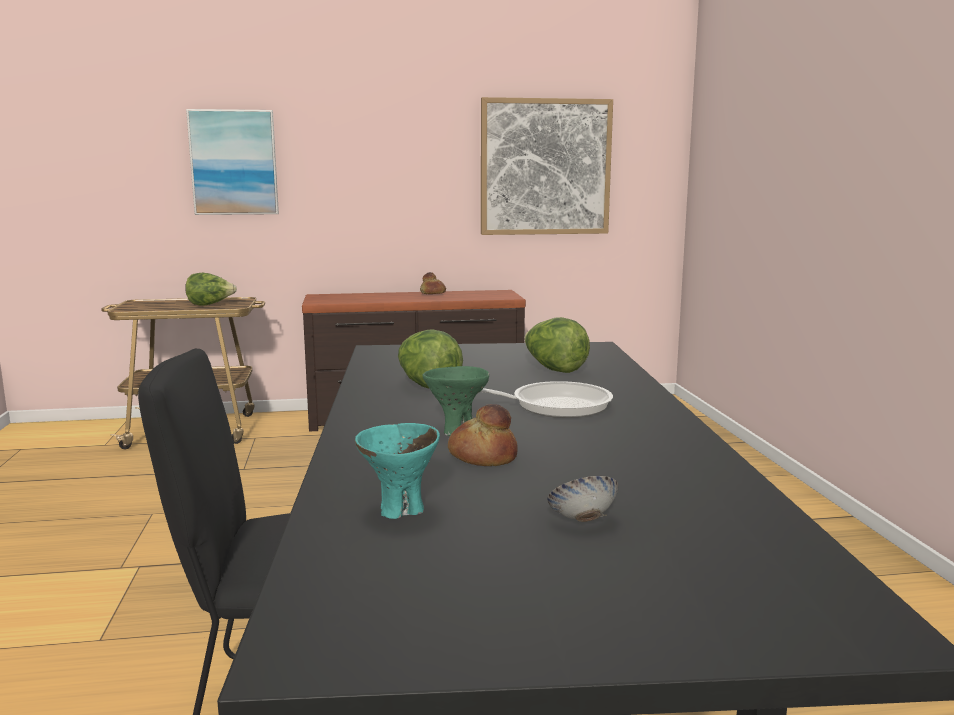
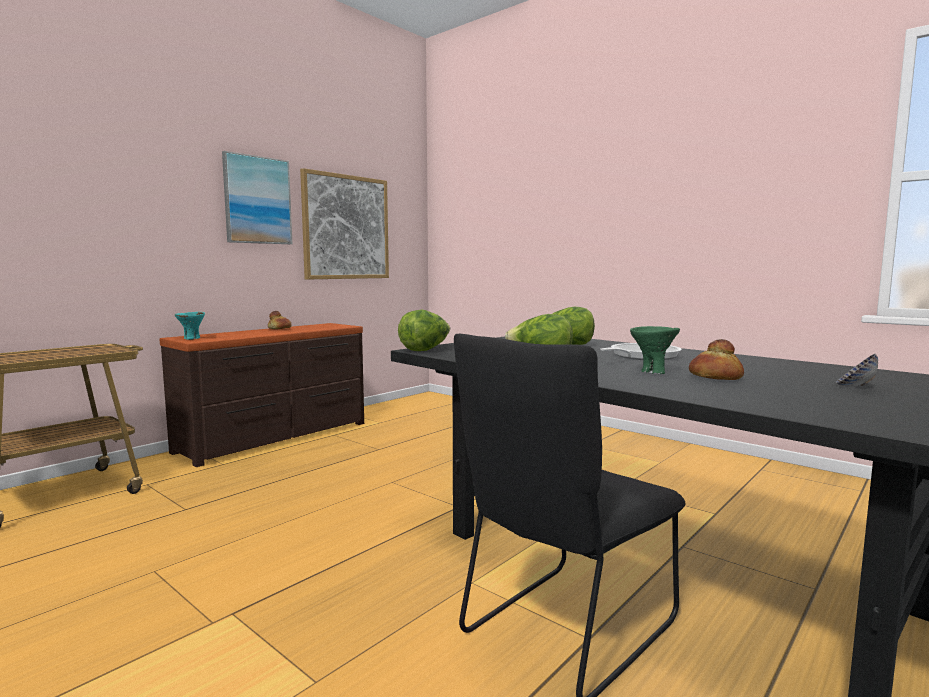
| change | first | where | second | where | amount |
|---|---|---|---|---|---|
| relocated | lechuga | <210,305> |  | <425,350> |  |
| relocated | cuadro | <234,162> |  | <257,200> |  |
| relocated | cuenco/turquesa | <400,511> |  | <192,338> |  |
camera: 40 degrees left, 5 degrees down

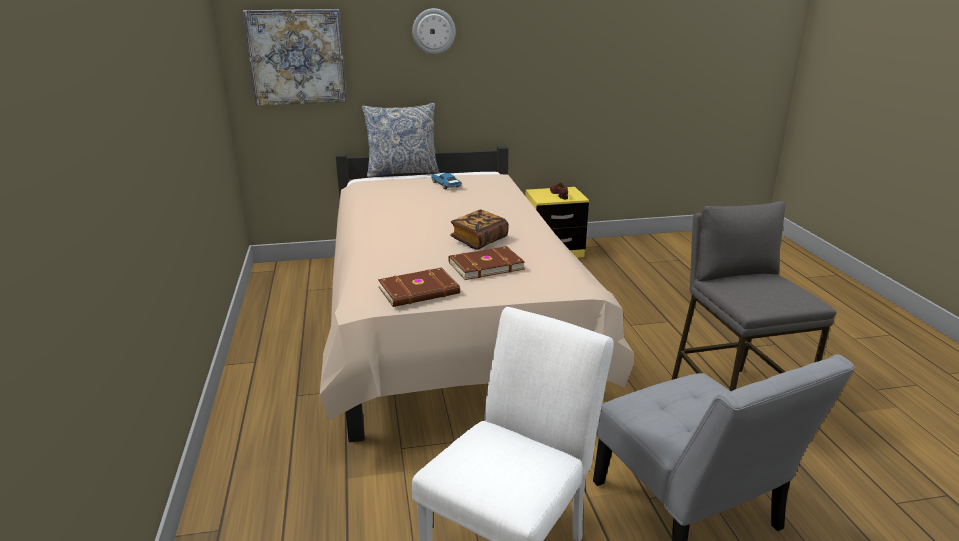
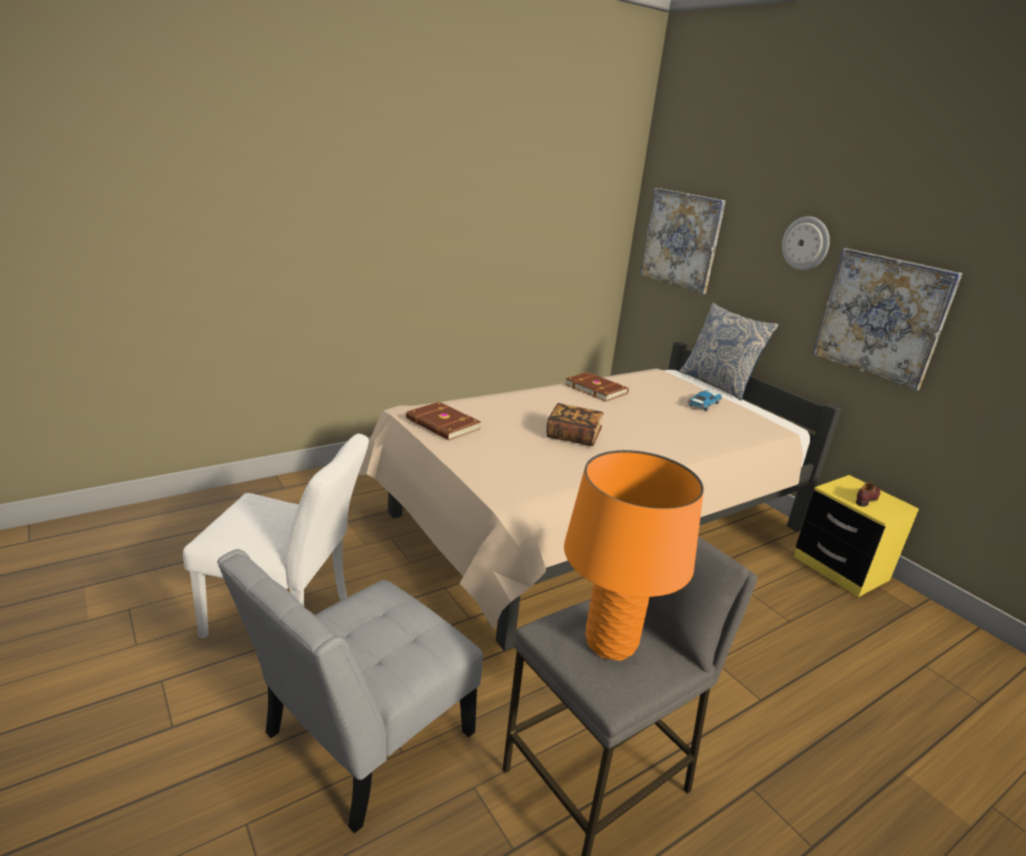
| change | first | where | second | where | amount |
|---|---|---|---|---|---|
| appeared |  |  | lámpara de mesa/naranja | <610,643> |  |
| appeared |  |  | cuadro | <882,317> |  |
| relocated | libro/marrón | <485,265> |  | <596,389> |  |
camera: 65 degrees right, 0 degrees up

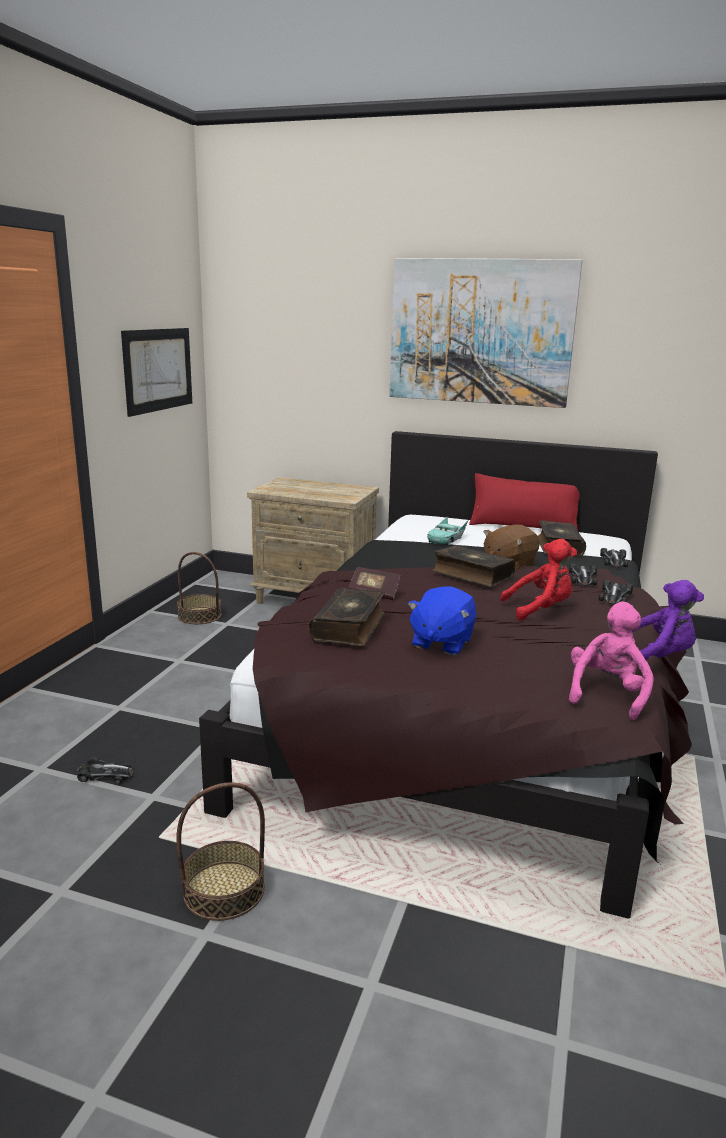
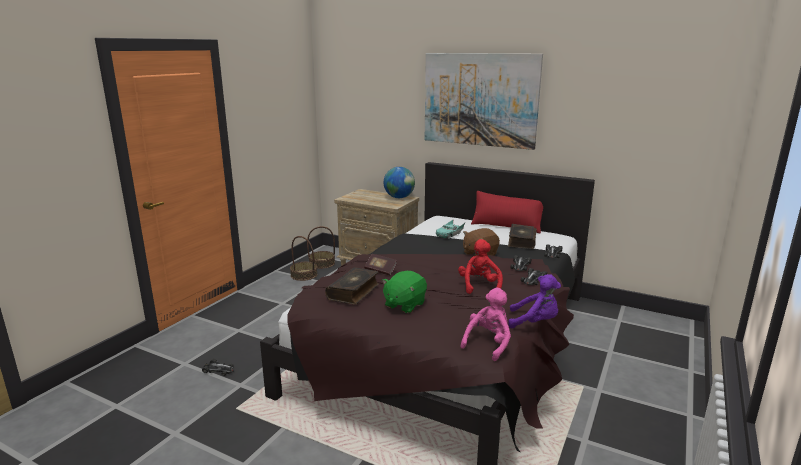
| change | first | where | second | where | amount |
|---|---|---|---|---|---|
| missing | cuadro | <158,370> |  |  |  |
| missing | libro | <471,575> |  |  |  |
| appeared |  |  | globo terráqueo | <399,197> |  |
| relocated | cesta | <224,890> |  | <322,263> |  |
| colour | peluche/azul | <441,642> | peluche/verde | <404,304> |  |
| spun | peluche/rojo | <540,609> |  | <479,286> | 90 degrees counterclockwise |
camera: 10 degrees right, 0 degrees up

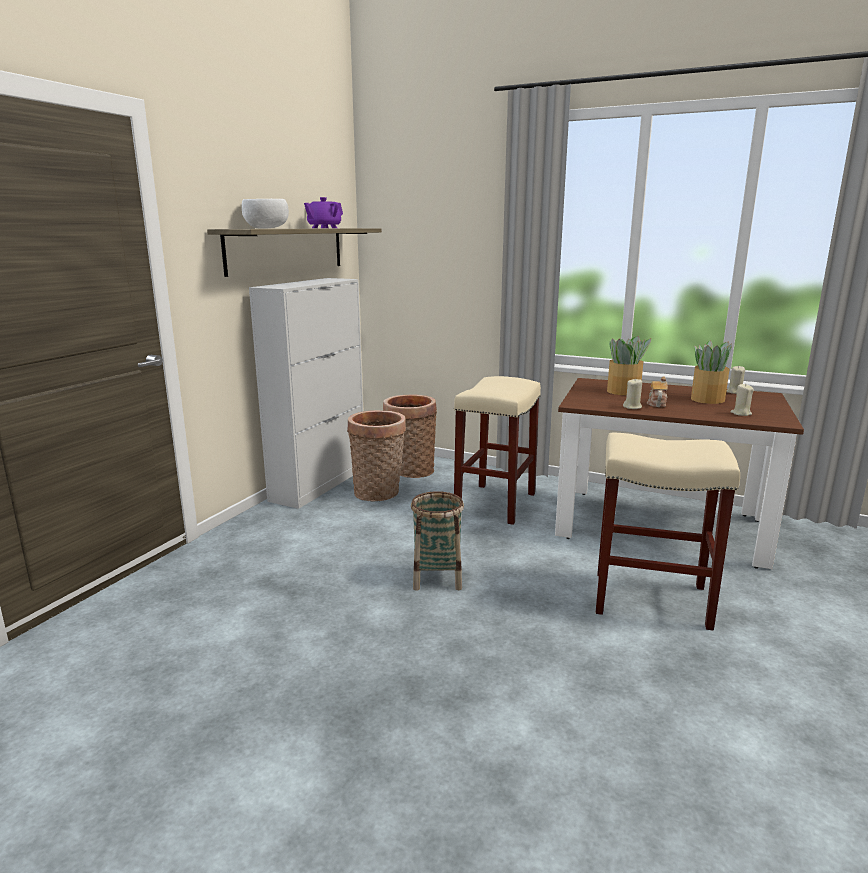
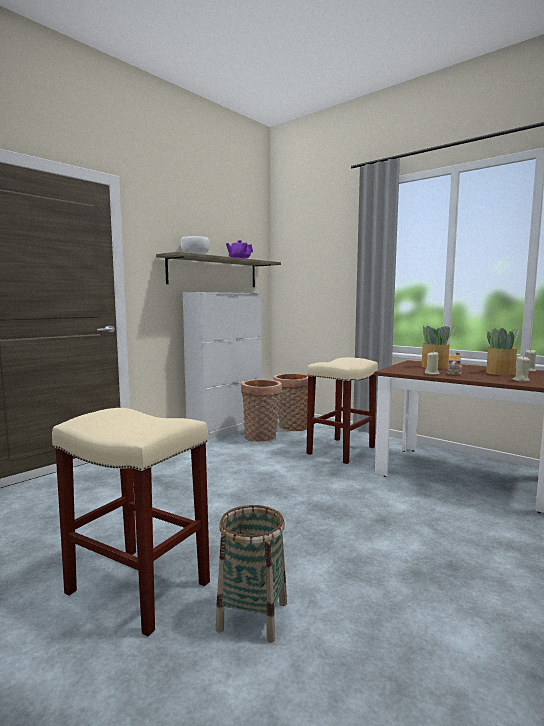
| change | first | where | second | where | amount |
|---|---|---|---|---|---|
| relocated | cesta | <437,578> |  | <253,616> |  |
| relocated | taburete/beis | <649,599> |  | <136,587> |  |
camera: 15 degrees right, 10 degrees down

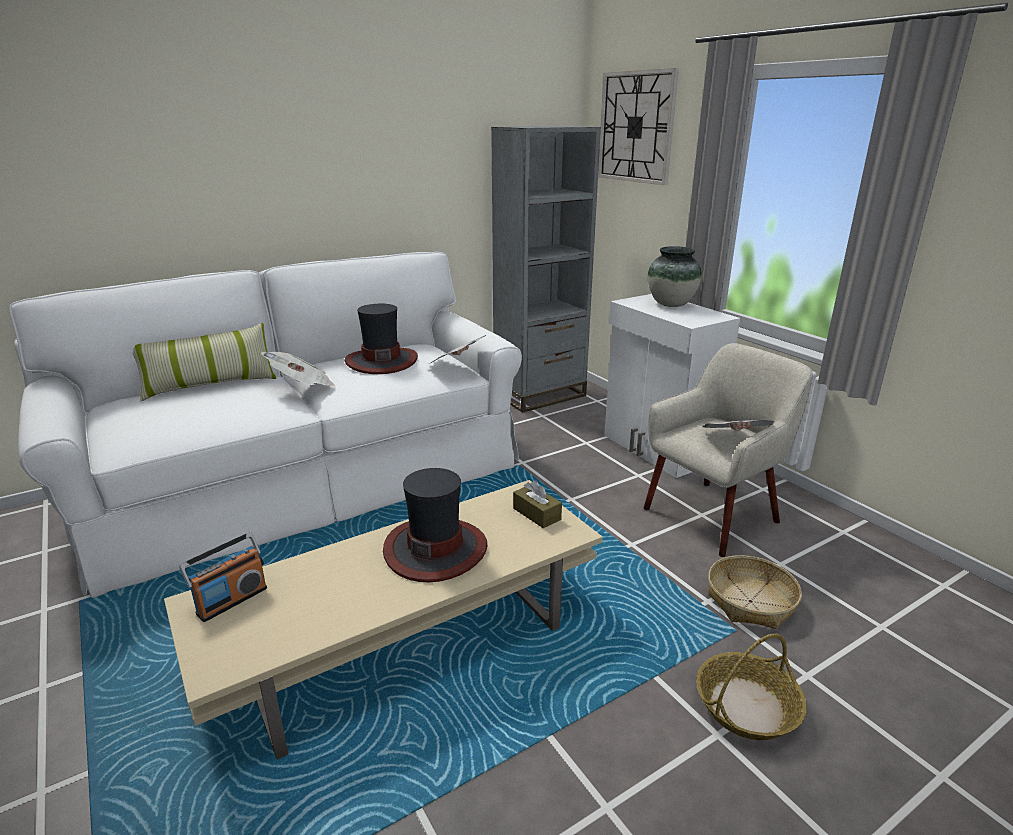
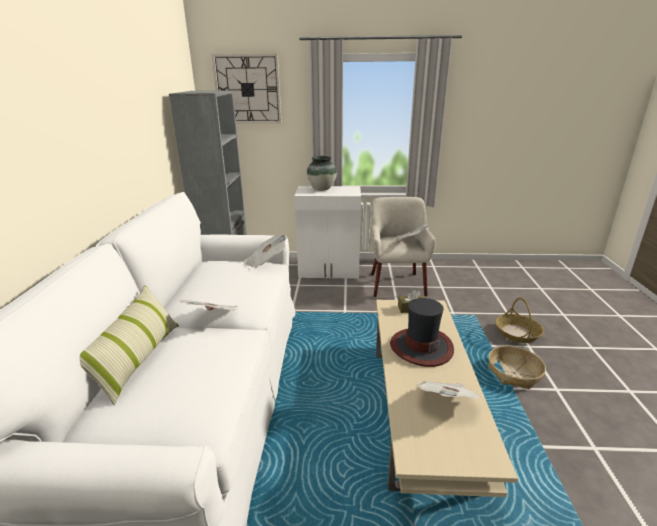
| change | first | where | second | where | amount |
|---|---|---|---|---|---|
| missing | radio | <232,600> |  |  |  |
| missing | sombrero | <381,361> |  |  |  |
| appeared |  |  | periódico | <447,402> |  |
| relocated | cesta | <749,601> |  | <513,373> |  |
camera: 55 degrees left, 0 degrees up

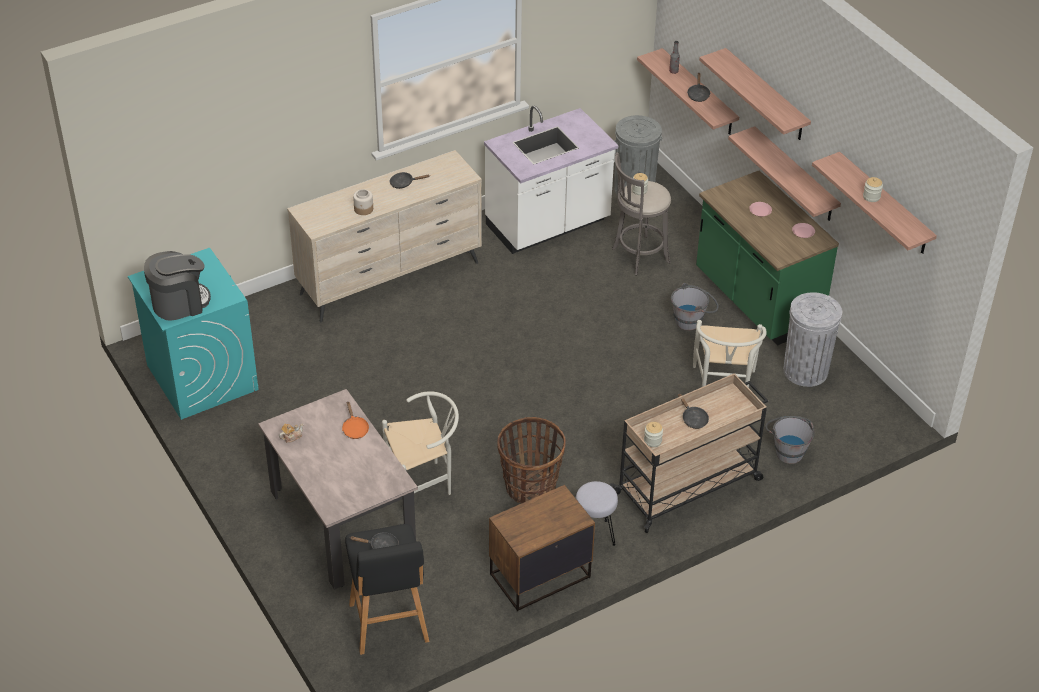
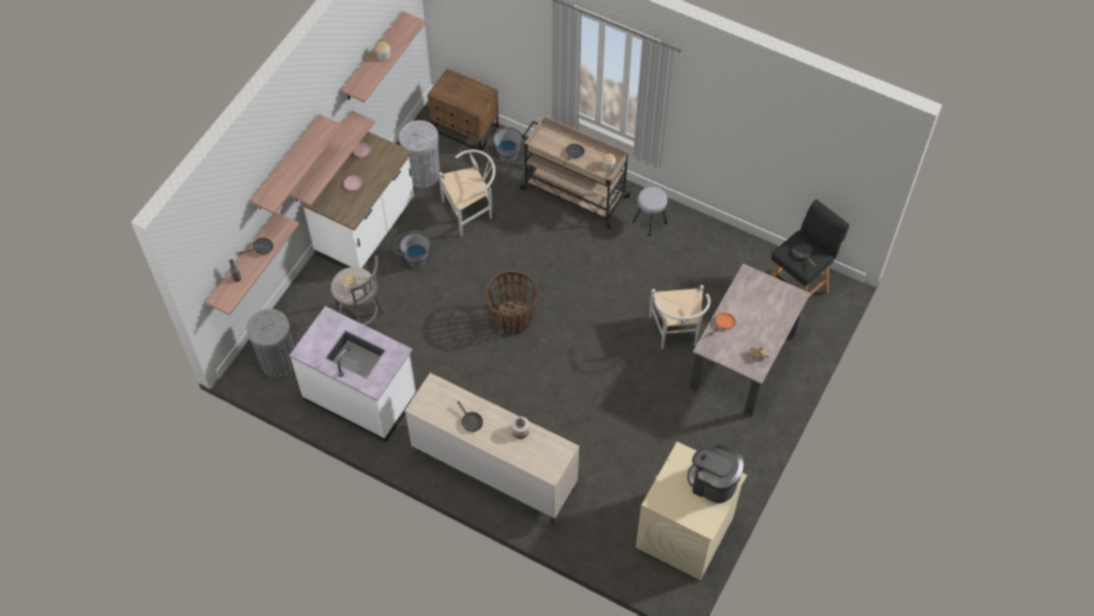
| change | first | where | second | where | amount |
|---|---|---|---|---|---|
| relocated | mesita de noche/marrón | <539,575> |  | <465,129> |  |
| relocated | cesta | <530,487> |  | <512,319> |  |
| colour | lavadora/turquesa | <201,377> | lavadora/beis | <684,533> |  |
| colour | mueble bajo de cocina/verde | <756,300> | mueble bajo de cocina/blanco | <367,228> |  |
| spun | silla/blanco | <424,482> |  | <676,334> | 135 degrees counterclockwise |
camera: 120 degrees left, 15 degrees up

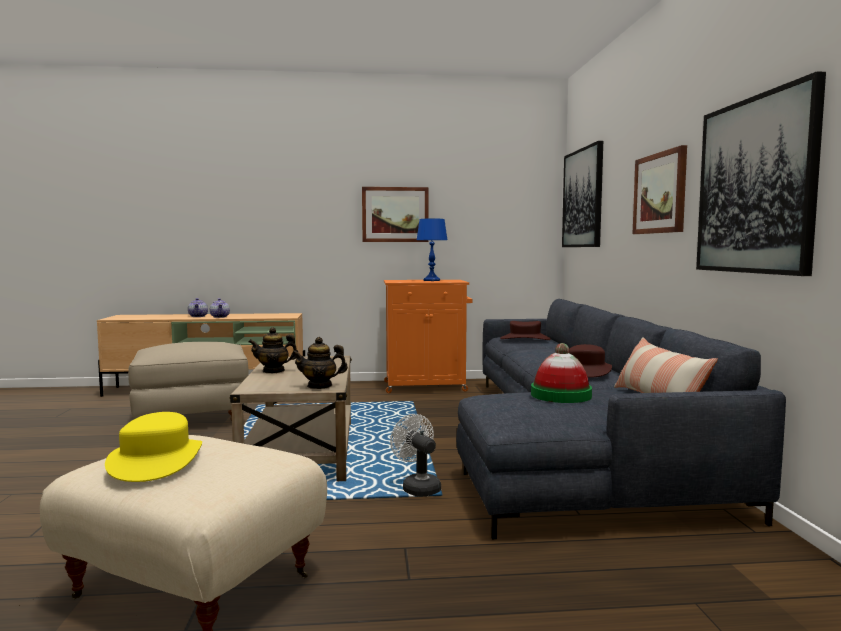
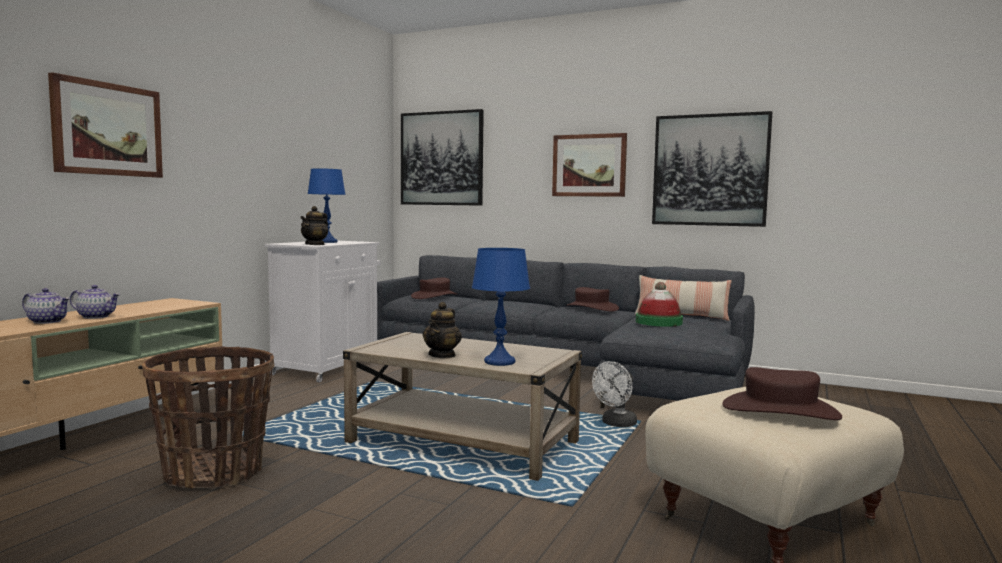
| change | first | where | second | where | amount |
|---|---|---|---|---|---|
| appeared |  |  | lámpara de mesa/azul | <500,362> |  |
| relocated | tetera | <320,386> |  | <315,244> |  |
| relocated | cuadro | <395,214> |  | <107,129> |  |
| exchanged | puf/beis | <193,417> | cesta | <214,473> |  |
| colour | sombrero/amarillo | <156,461> | sombrero/marrón | <780,410> |  |
| colour | armario/naranja | <426,386> | armario/blanco | <327,368> |  |
| spun | ventilador/blanco | <417,487> |  | <616,424> | 45 degrees counterclockwise |
camera: 60 degrees left, 0 degrees up

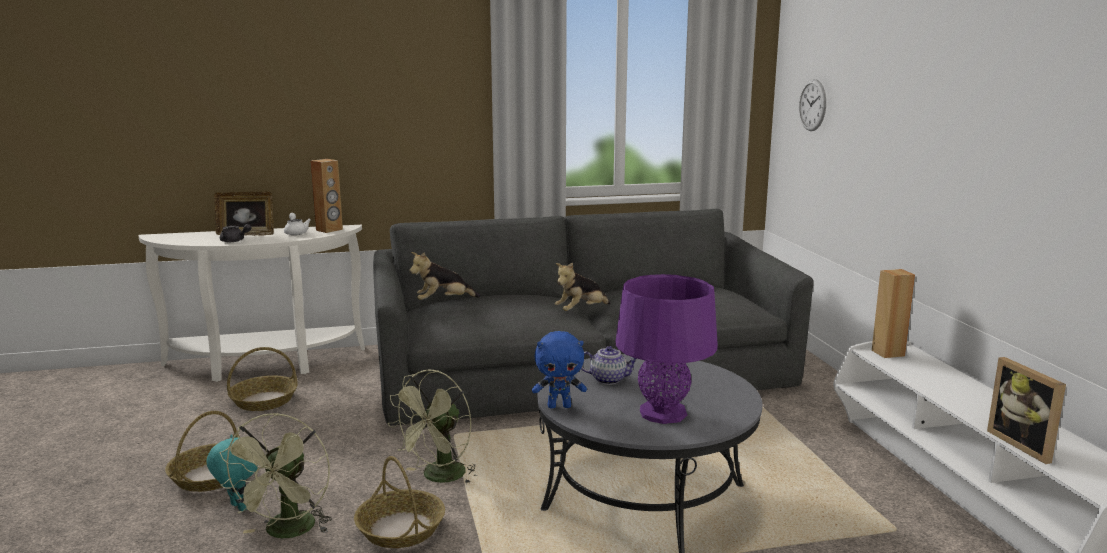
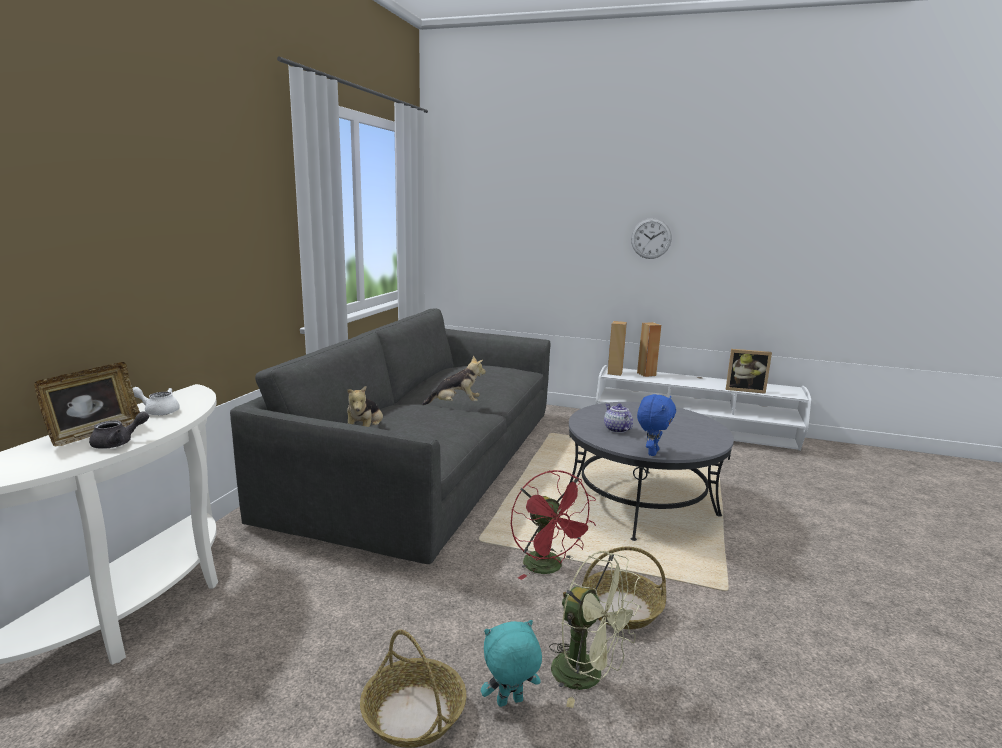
| change | first | where | second | where | amount |
|---|---|---|---|---|---|
| missing | cesta | <264,400> |  |  |  |
| missing | lámpara de mesa/morado | <663,413> |  |  |  |
| relocated | altavoz/marrón | <329,230> |  | <646,374> |  |
| relocated | reloj de pared | <812,105> |  | <651,238> |  |
| colour | ventilador/verde | <439,478> | ventilador/rojo | <548,568> |  |
| spun | peluche | <581,311> |  | <455,404> | 90 degrees counterclockwise |
| spun | tetera | <609,379> |  | <616,429> | 60 degrees counterclockwise |
camera: 60 degrees left, 0 degrees up

